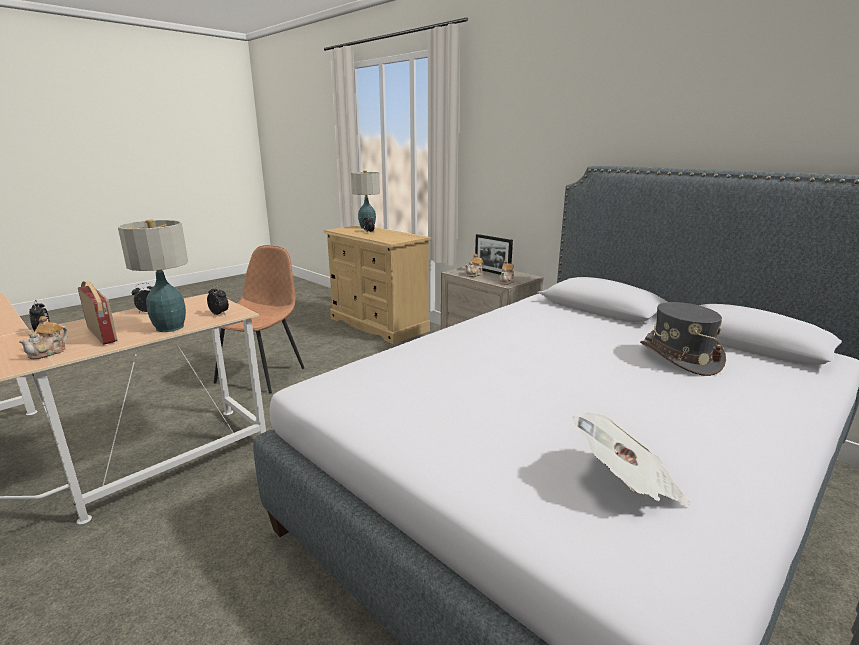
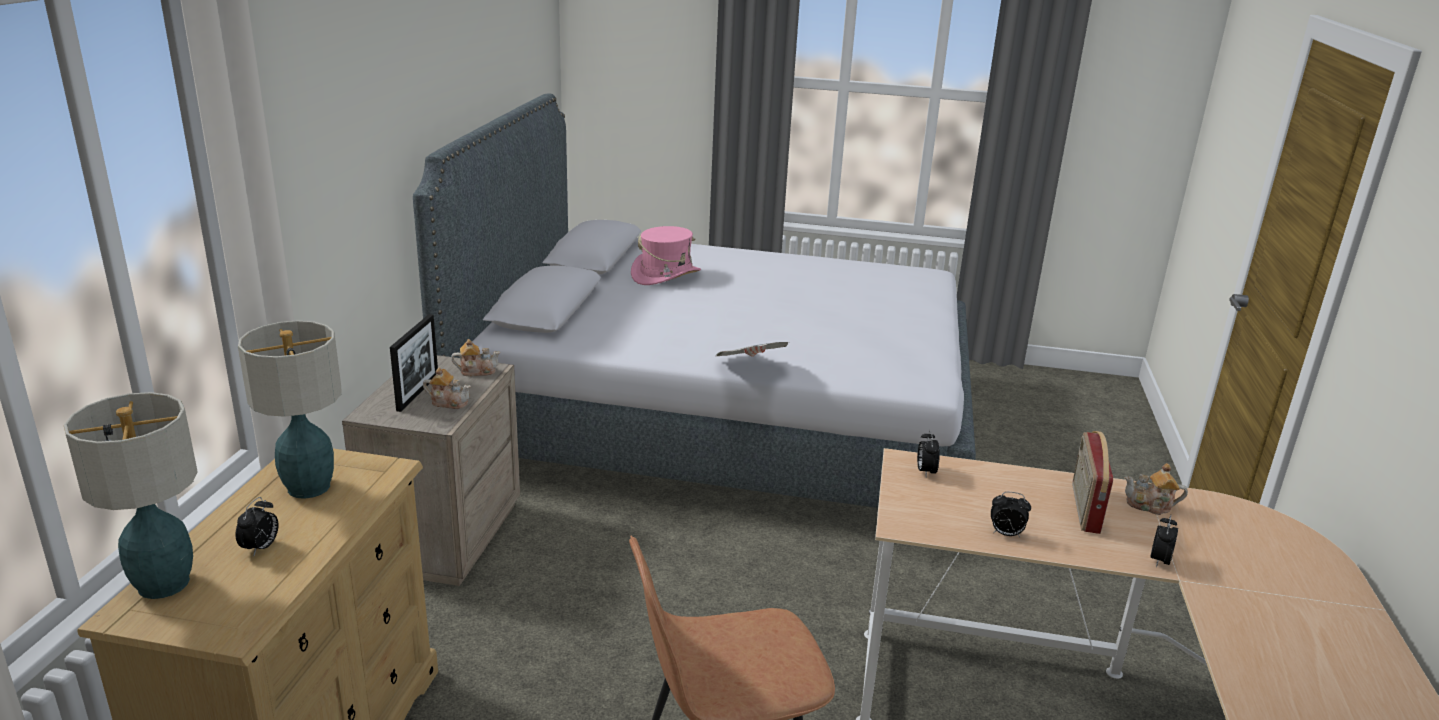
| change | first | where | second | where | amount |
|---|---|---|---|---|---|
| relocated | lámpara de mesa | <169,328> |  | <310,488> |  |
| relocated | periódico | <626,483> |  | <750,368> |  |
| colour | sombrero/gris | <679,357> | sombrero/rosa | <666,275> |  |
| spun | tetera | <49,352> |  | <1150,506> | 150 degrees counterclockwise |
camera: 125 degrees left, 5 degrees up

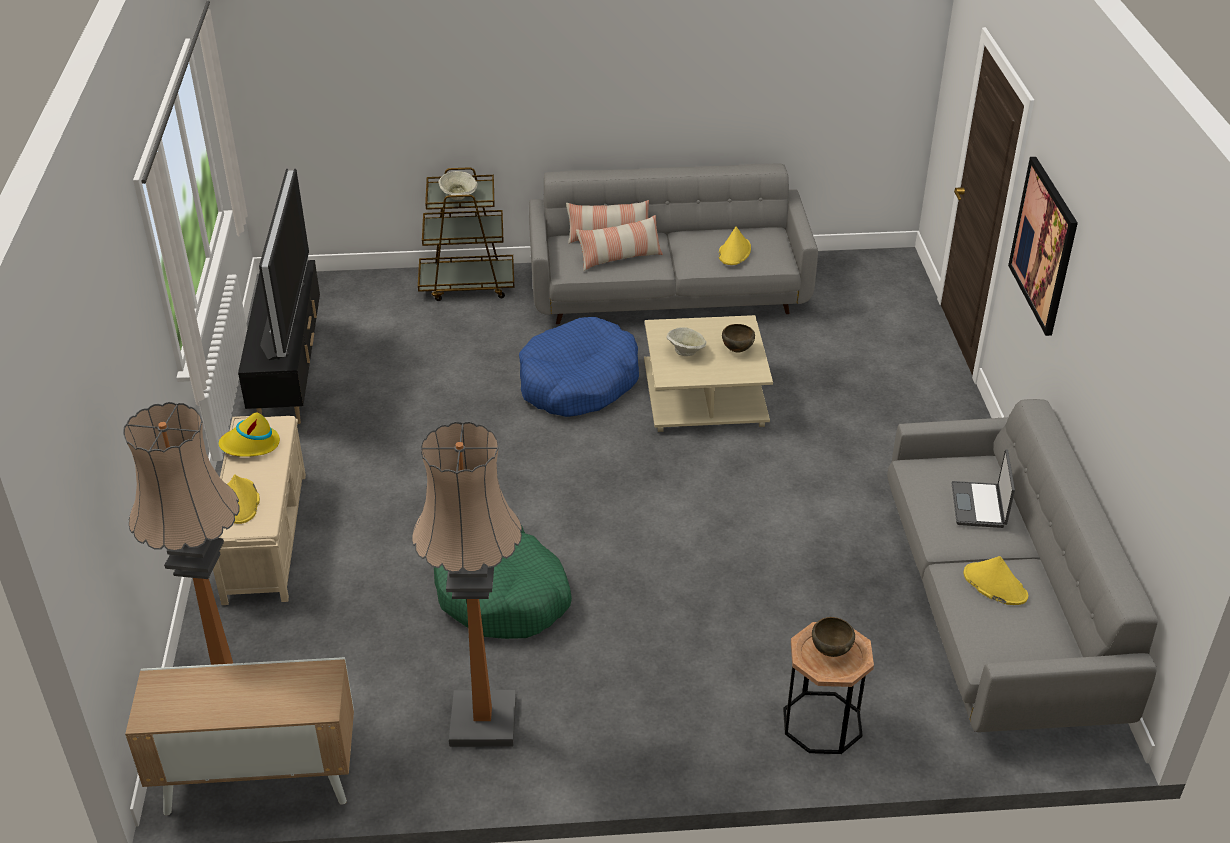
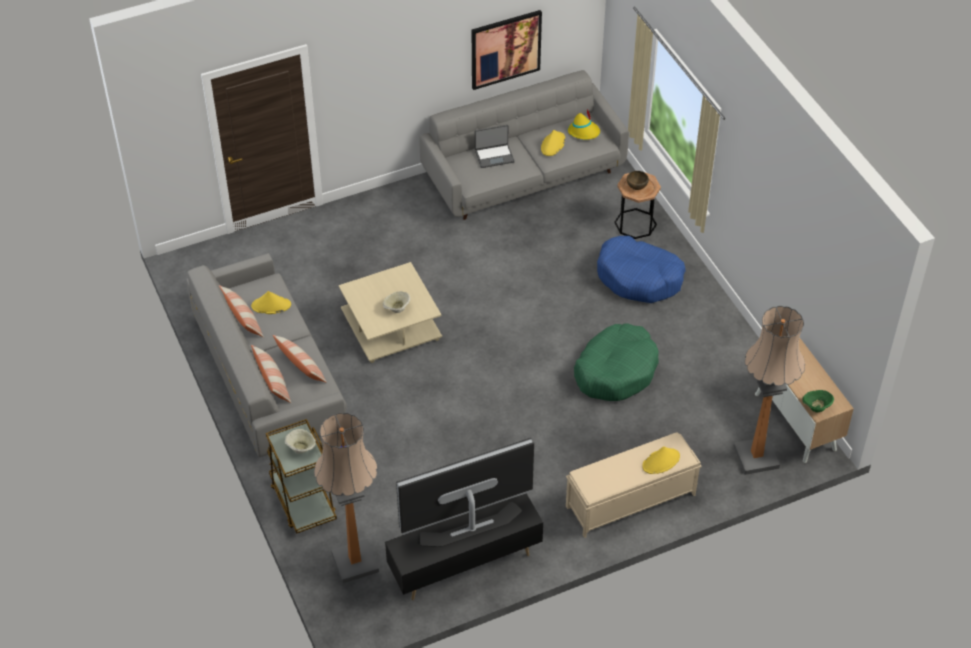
| change | first | where | second | where | amount |
|---|---|---|---|---|---|
| missing | cuenco/marrón | <737,350> |  |  |  |
| appeared |  |  | cojín | <242,319> |  |
| appeared |  |  | cuenco/verde | <816,407> |  |
| relocated | sombrero/amarillo | <250,445> |  | <584,132> |  |
| relocated | lámpara de pie | <483,721> |  | <355,562> |  |
| relocated | cama para perro/azul | <578,382> |  | <639,277> |  |
| relocated | cuadro | <1043,245> |  | <505,49> |  |
camera: 110 degrees left, 10 degrees up

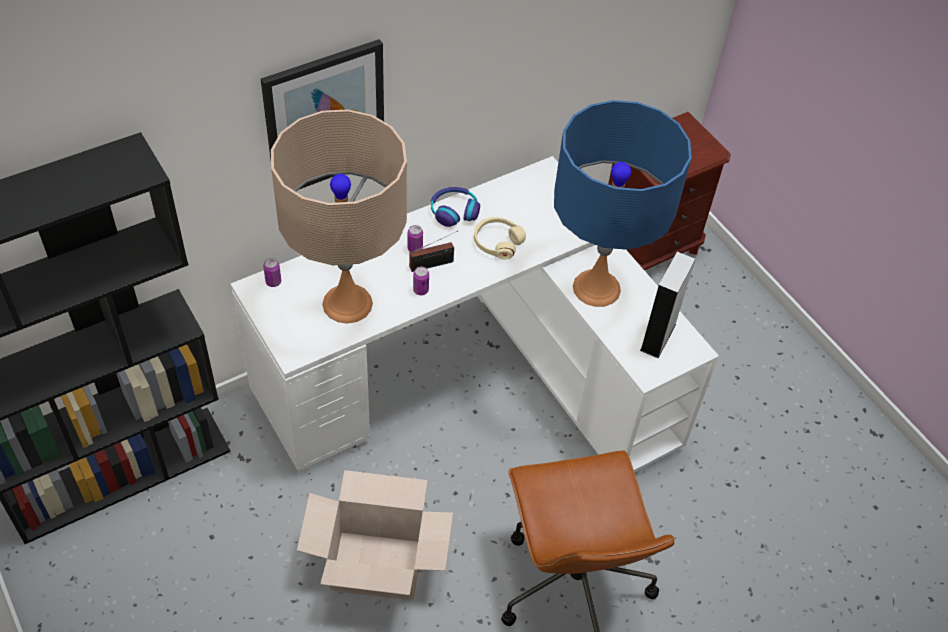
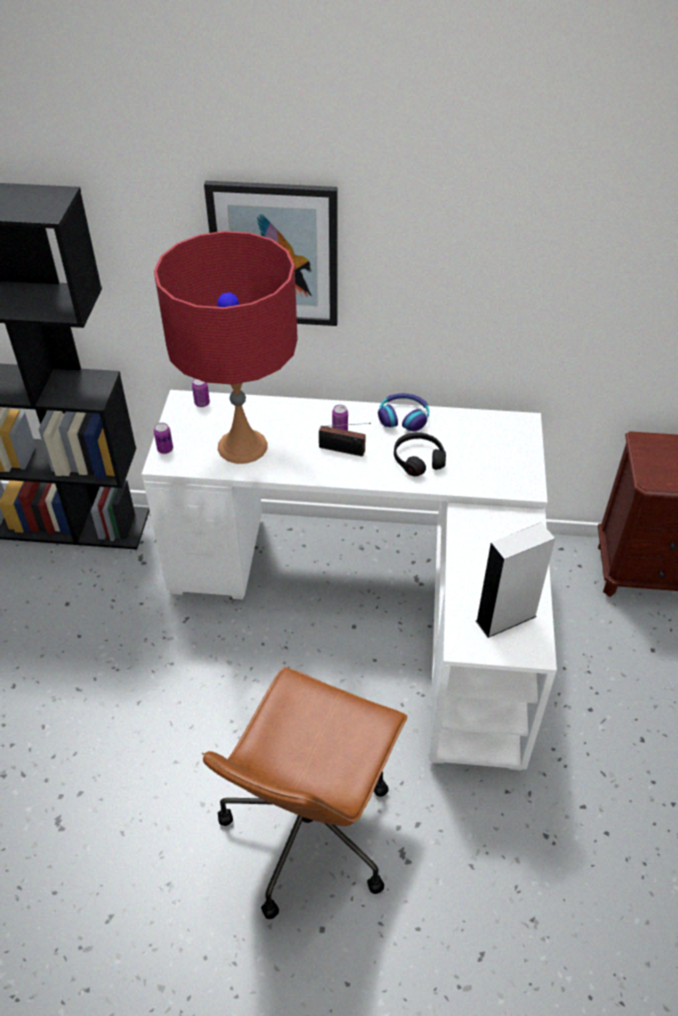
| change | first | where | second | where | amount |
|---|---|---|---|---|---|
| missing | caja de cartón | <376,566> |  |  |  |
| missing | lámpara de mesa/azul | <596,288> |  |  |  |
| relocated | lata | <420,290> |  | <165,449> |  |
| colour | lámpara de mesa/beis | <347,303> | lámpara de mesa/rojo | <242,446> |  |
| colour | auriculares/beis | <497,242> | auriculares/negro | <418,459> |  |
camera: 40 degrees right, 5 degrees down

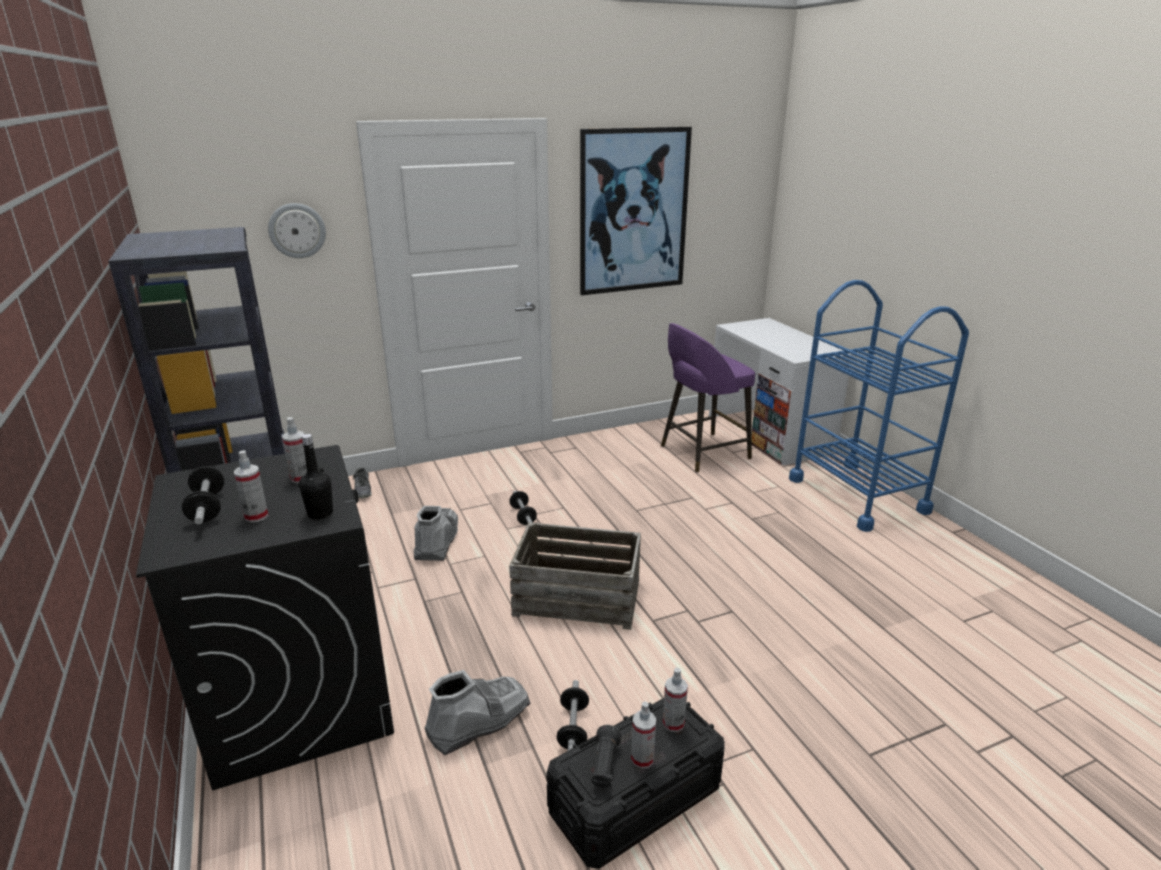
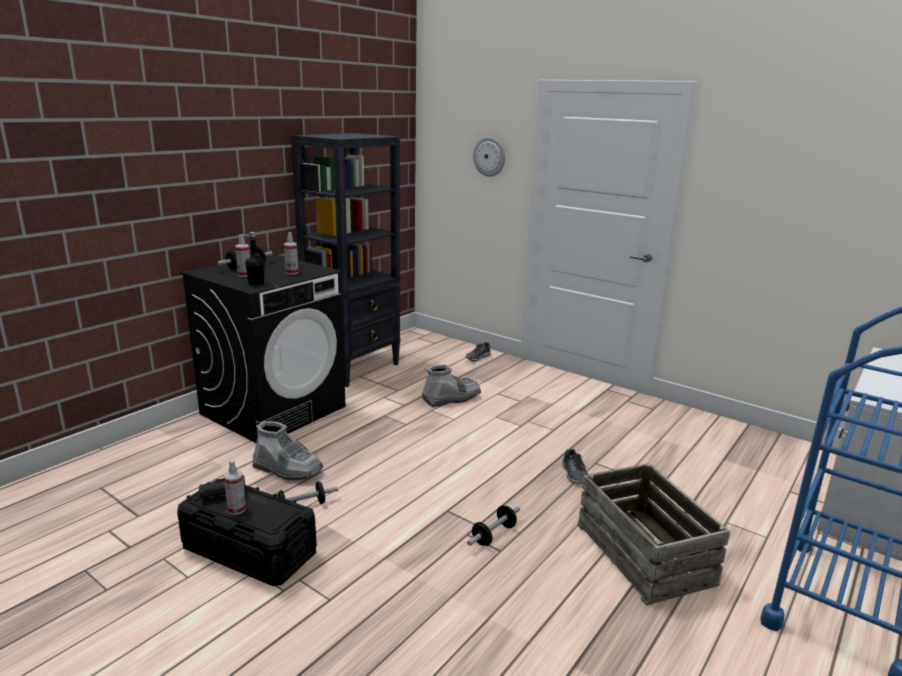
| change | first | where | second | where | amount |
|---|---|---|---|---|---|
| missing | cuadro | <633,211> |  |  |  |
| missing | taburete/morado | <702,452> |  |  |  |
| missing | pulverizador | <673,723> |  |  |  |
| appeared |  |  | zapato | <574,474> |  |
| relocated | mancuerna | <523,516> |  | <494,535> |  |
| relocated | caja de embalaje | <577,596> |  | <645,553> |  |
camera: 60 degrees right, 5 degrees down

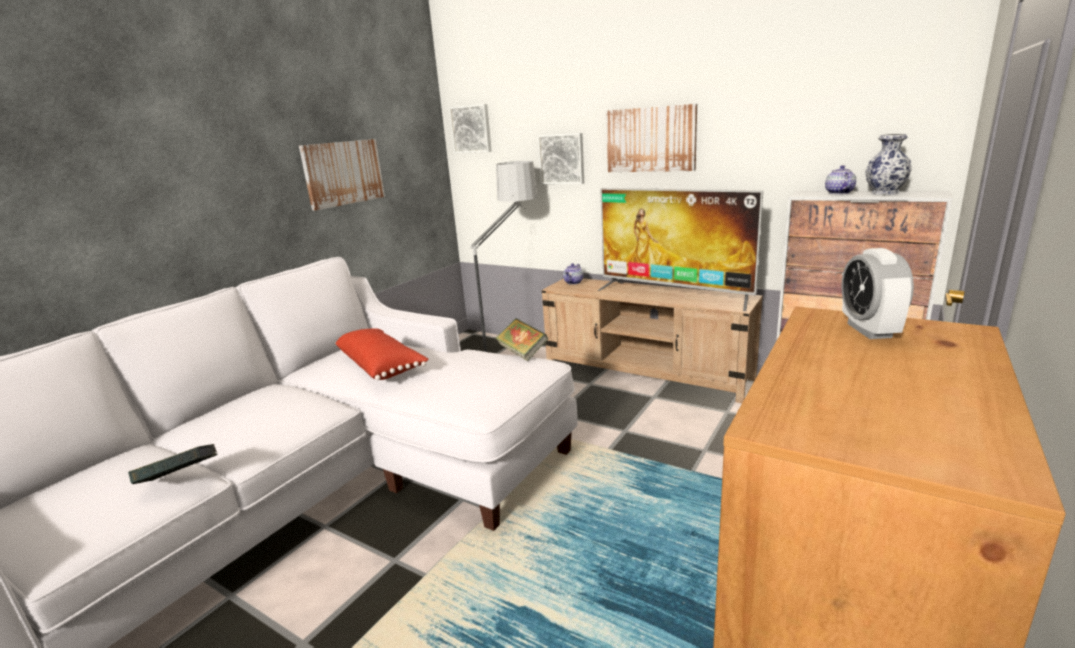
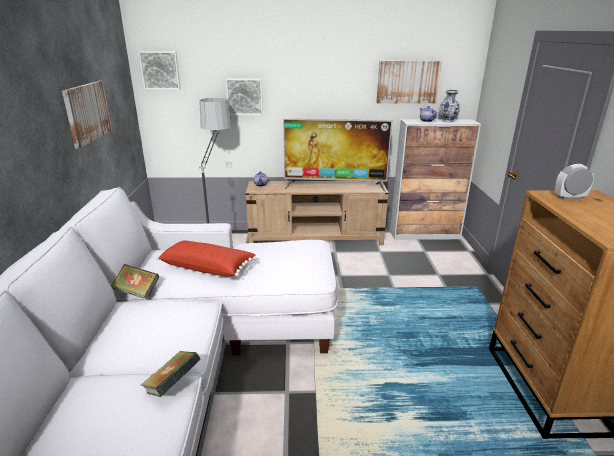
| change | first | where | second | where | amount |
|---|---|---|---|---|---|
| relocated | libro | <522,352> |  | <137,292> |  |
| relocated | cuadro | <651,139> |  | <407,82> |  |
| spun | despertador | <869,330> |  | <569,198> | 120 degrees clockwise |
camera: 35 degrees left, 5 degrees up

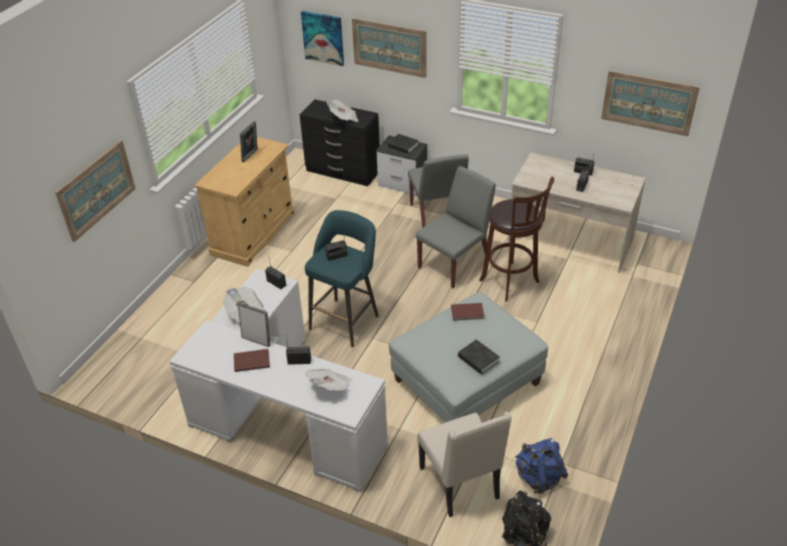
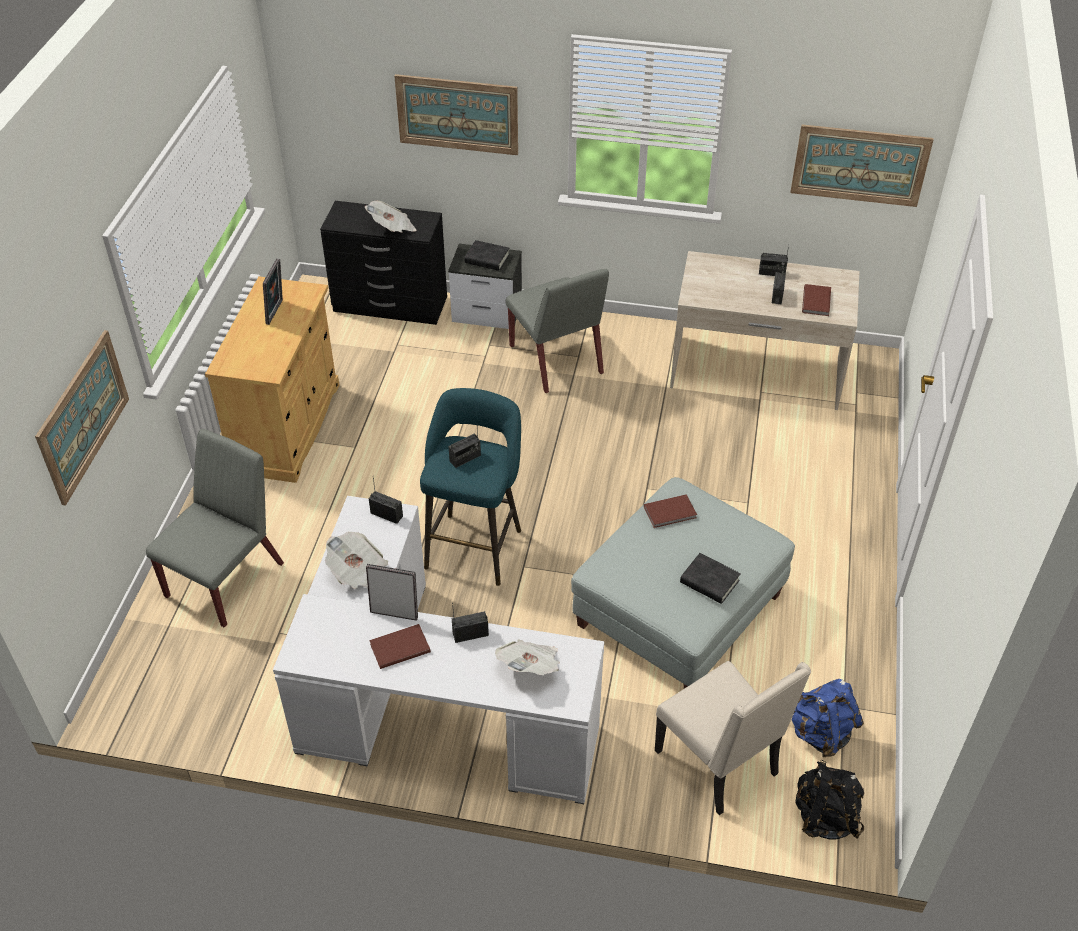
| change | first | where | second | where | amount |
|---|---|---|---|---|---|
| missing | cuadro | <323,38> |  |  |  |
| missing | taburete/marrón | <511,283> |  |  |  |
| appeared |  |  | libro/marrón | <817,301> |  |
| relocated | silla/gris | <454,263> |  | <226,579> |  |
camera: 15 degrees left, 5 degrees up

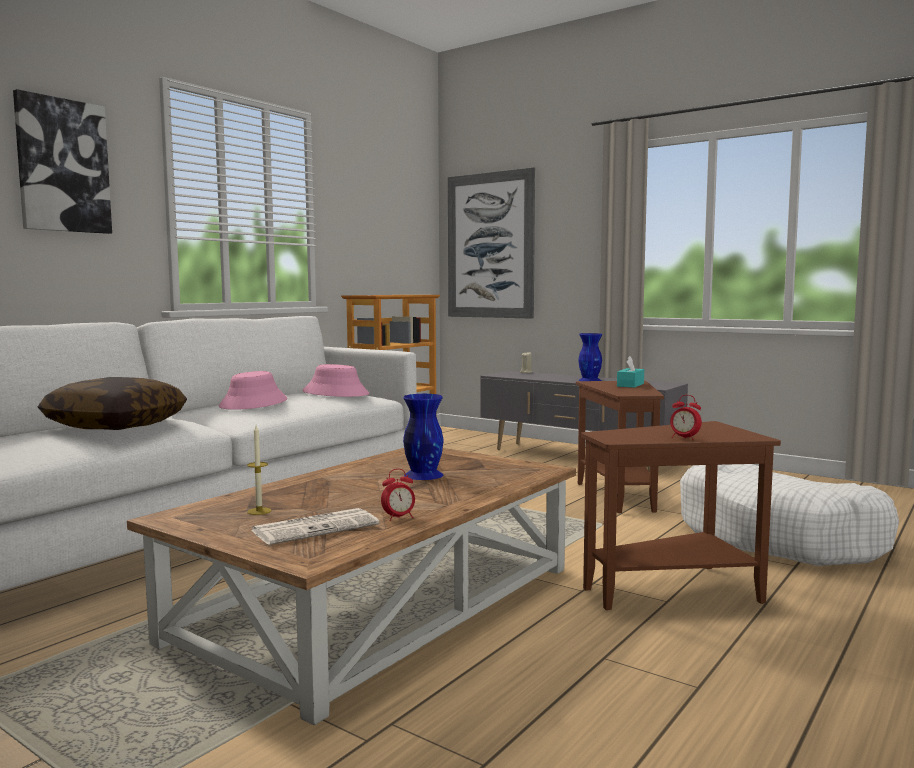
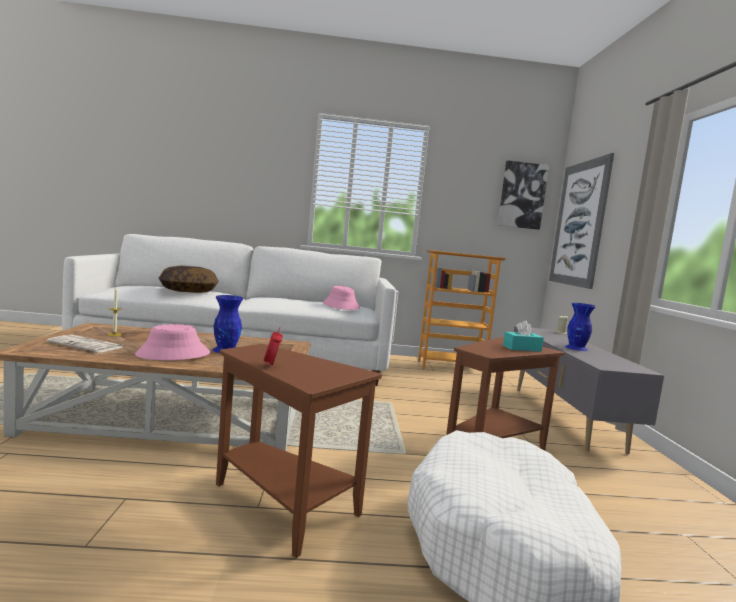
| change | first | where | second | where | amount |
|---|---|---|---|---|---|
| missing | despertador | <399,518> |  |  |  |
| relocated | cuadro | <63,166> |  | <522,195> |  |
| relocated | sombrero/rosa | <254,404> |  | <173,354> |  |
camera: 50 degrees right, 0 degrees up

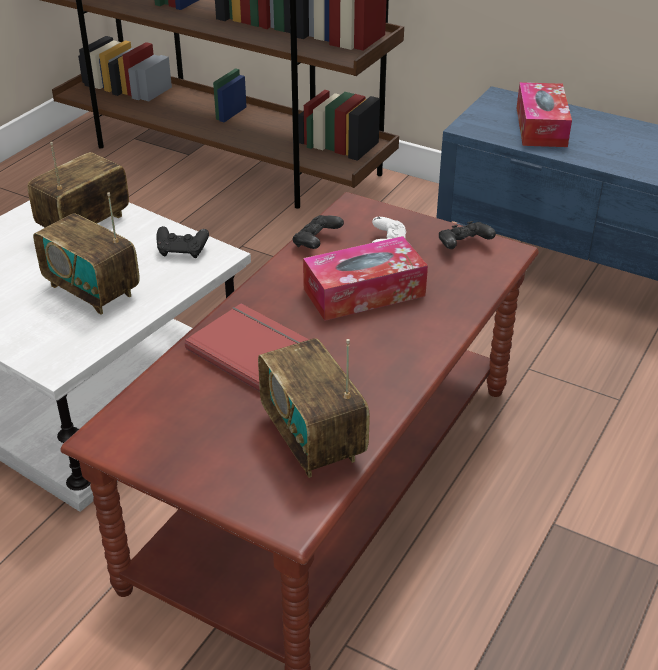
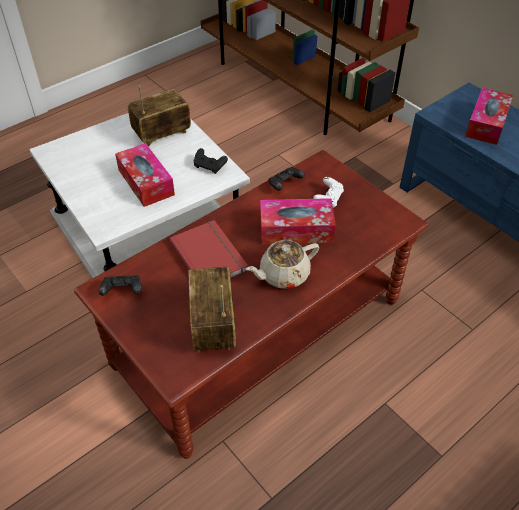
| change | first | where | second | where | amount |
|---|---|---|---|---|---|
| appeared |  |  | tetera/beis | <283,275> |  |
| relocated | mando de consola/negro | <463,246> |  | <122,291> |  |
| exchanged | radio | <92,290> | caja de pañuelos | <146,182> |  |
camera: 20 degrees right, 10 degrees up

